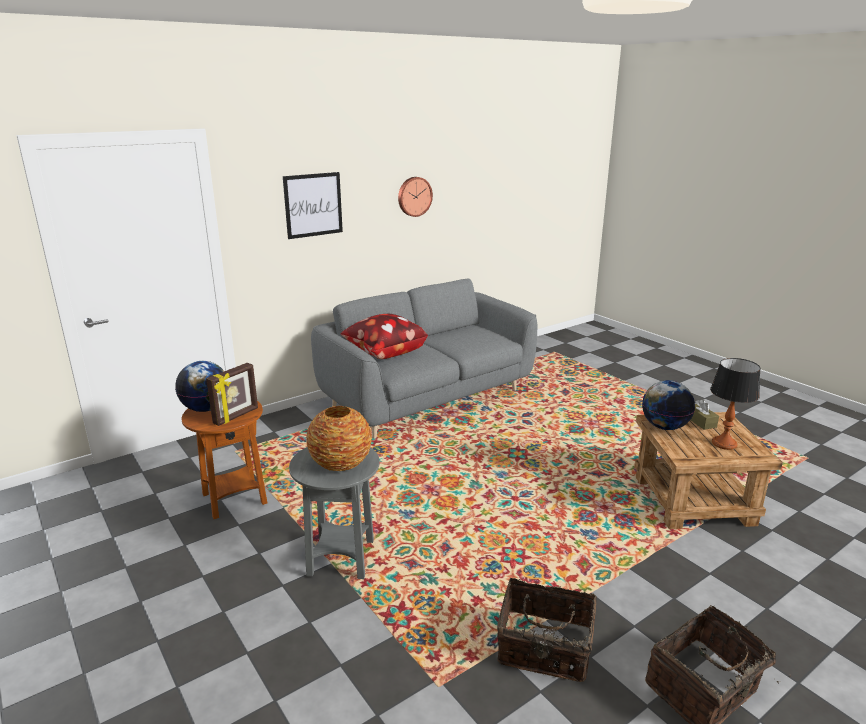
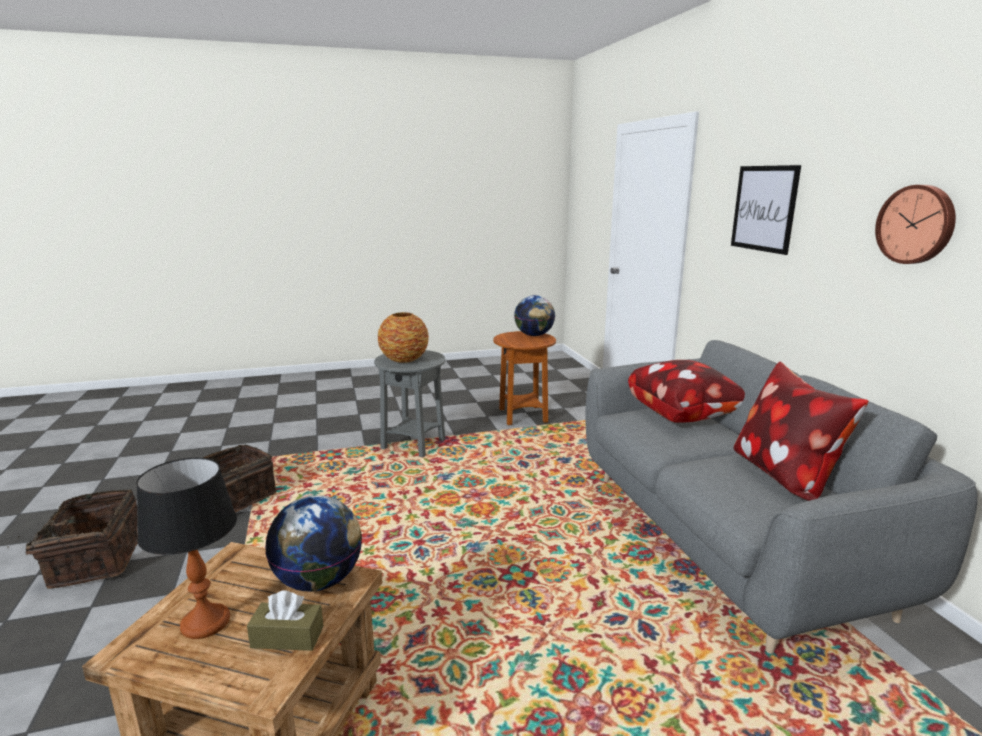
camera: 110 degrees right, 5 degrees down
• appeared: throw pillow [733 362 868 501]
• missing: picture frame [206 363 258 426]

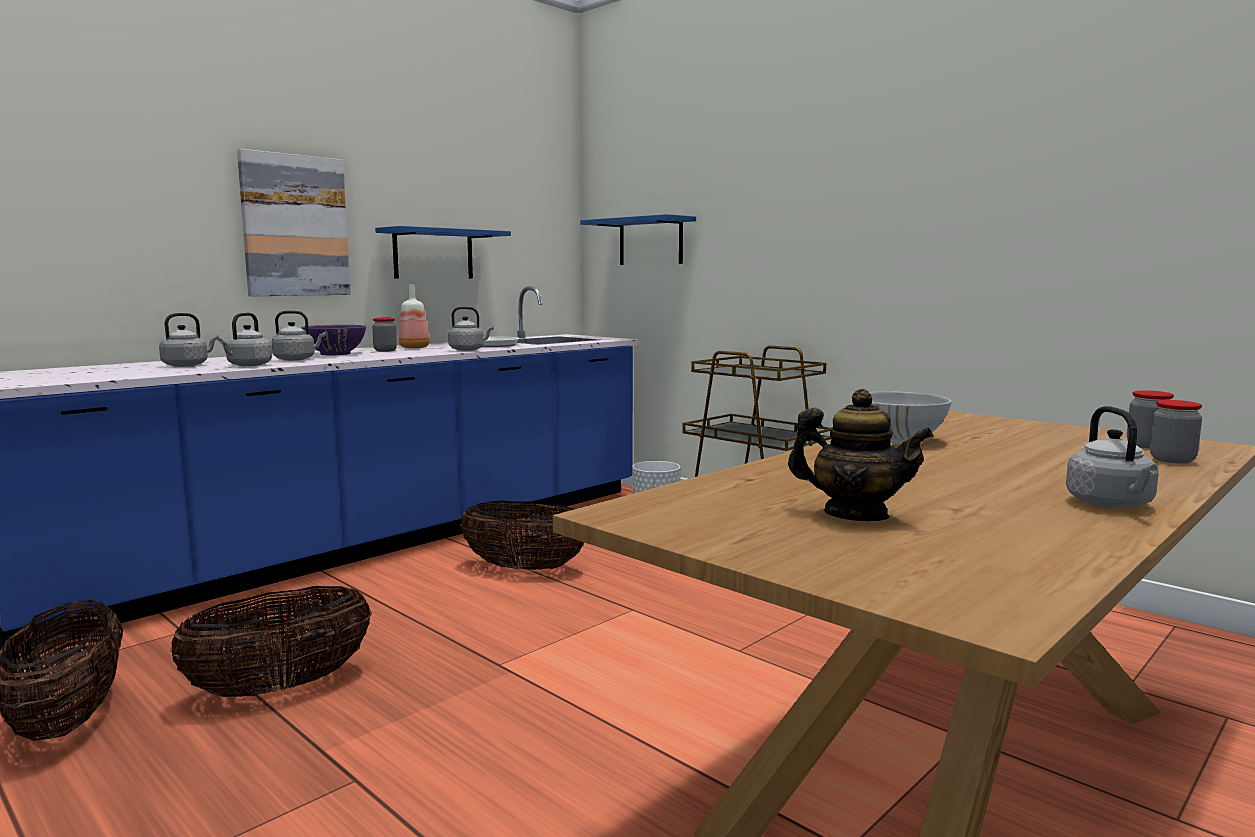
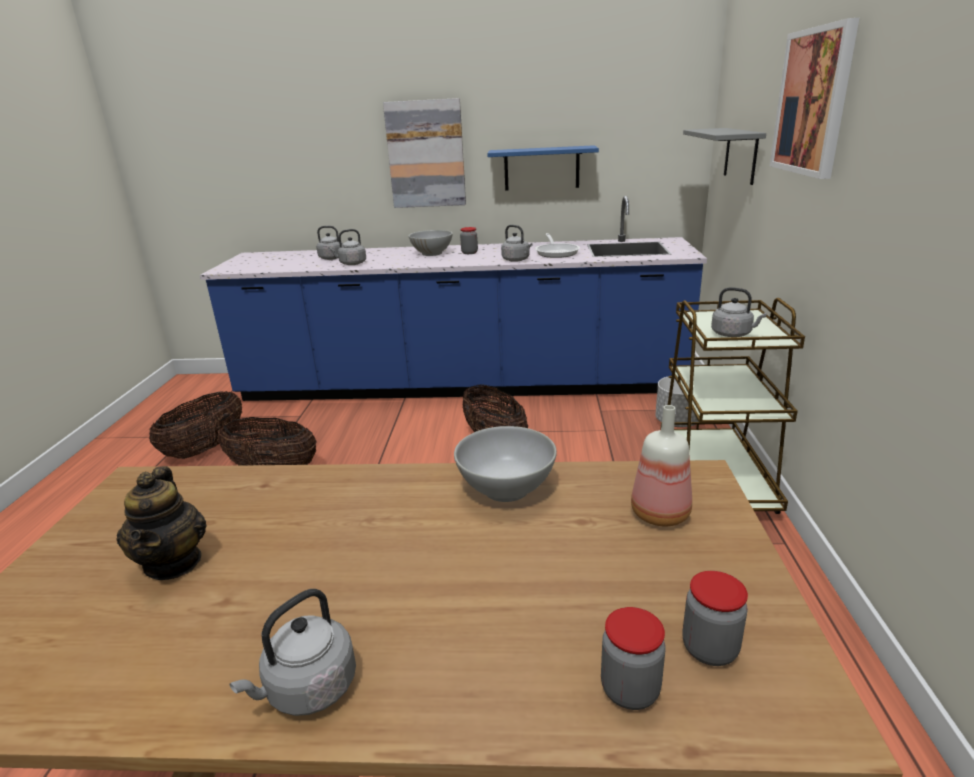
camera: 50 degrees right, 15 degrees up
• colour: serving bowl (purple-coloured) [301 325 366 355] to serving bowl (white) [409 230 453 256]
• relocated: bottle [399 285 430 348] to [631 405 692 526]
• colour: bracket shelf (bluish) [580 214 696 265] to bracket shelf (greyish) [683 128 766 185]
• relocated: tea kettle (greyish) [272 310 325 361] to [711 287 767 337]
• appeared: wall art [770 18 859 179]

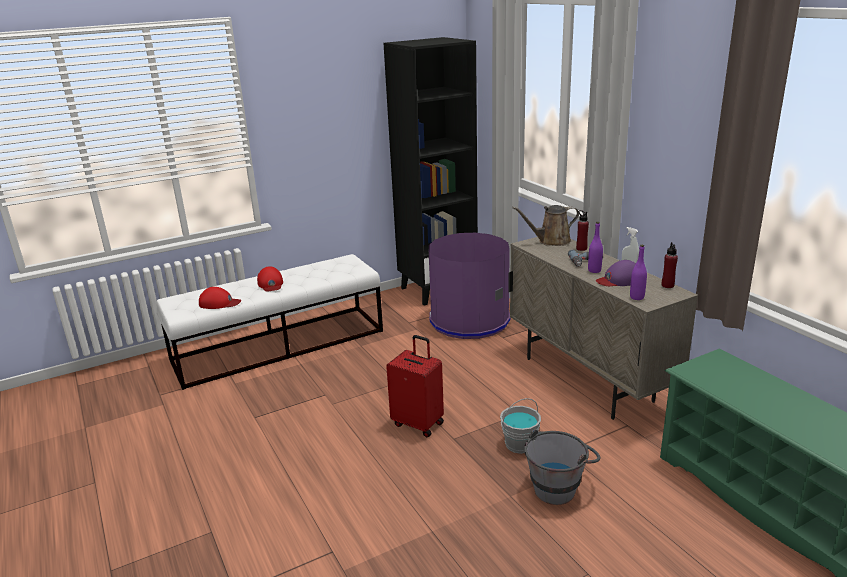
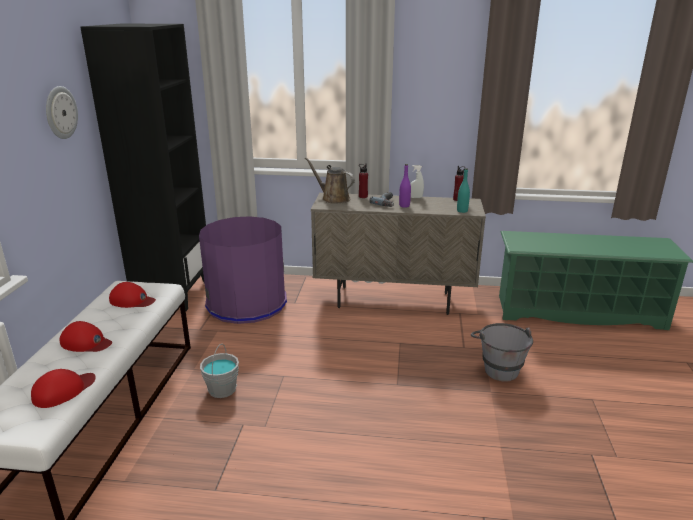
camera: 55 degrees left, 0 degrees up
• appeared: clock on the wall [46 86 78 139]
• appeared: peaked cap (reddish) [109 282 156 308]
• relocated: pail (greyish) [500 398 541 454] to [200 344 239 398]
• spun: sprinkling can (brown) [512 205 579 246] = [305 157 355 204] 105 degrees clockwise
• colour: bottle (purple-coloured) [630 245 647 300] to bottle (turquoise) [457 168 470 213]
• missing: travel case (reddish) [386 335 444 437]
• missing: peaked cap (purple-coloured) [596 260 636 286]

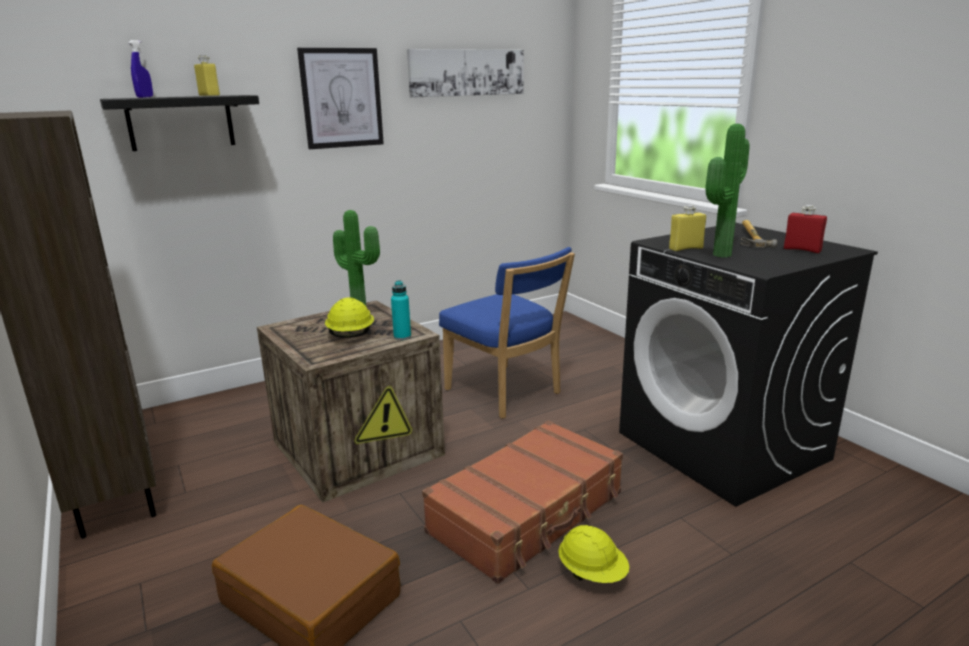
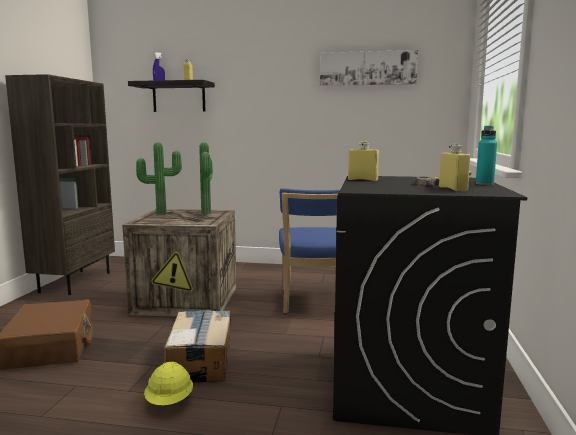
camera: 40 degrees right, 10 degrees down
• relocated: potted plant [705 124 749 257] to [136 142 182 214]
• exchanged: travel case (brown) [422 420 623 584] to packing box [164 310 231 382]
• colour: bottle (reddish) [784 205 827 253] to bottle (yellow) [439 144 470 191]
• relocated: bottle (turquoise) [391 280 411 340] to [476 126 497 185]
• missing: wall art [297 48 384 149]
• missing: hard hat (yellow) [325 298 374 338]

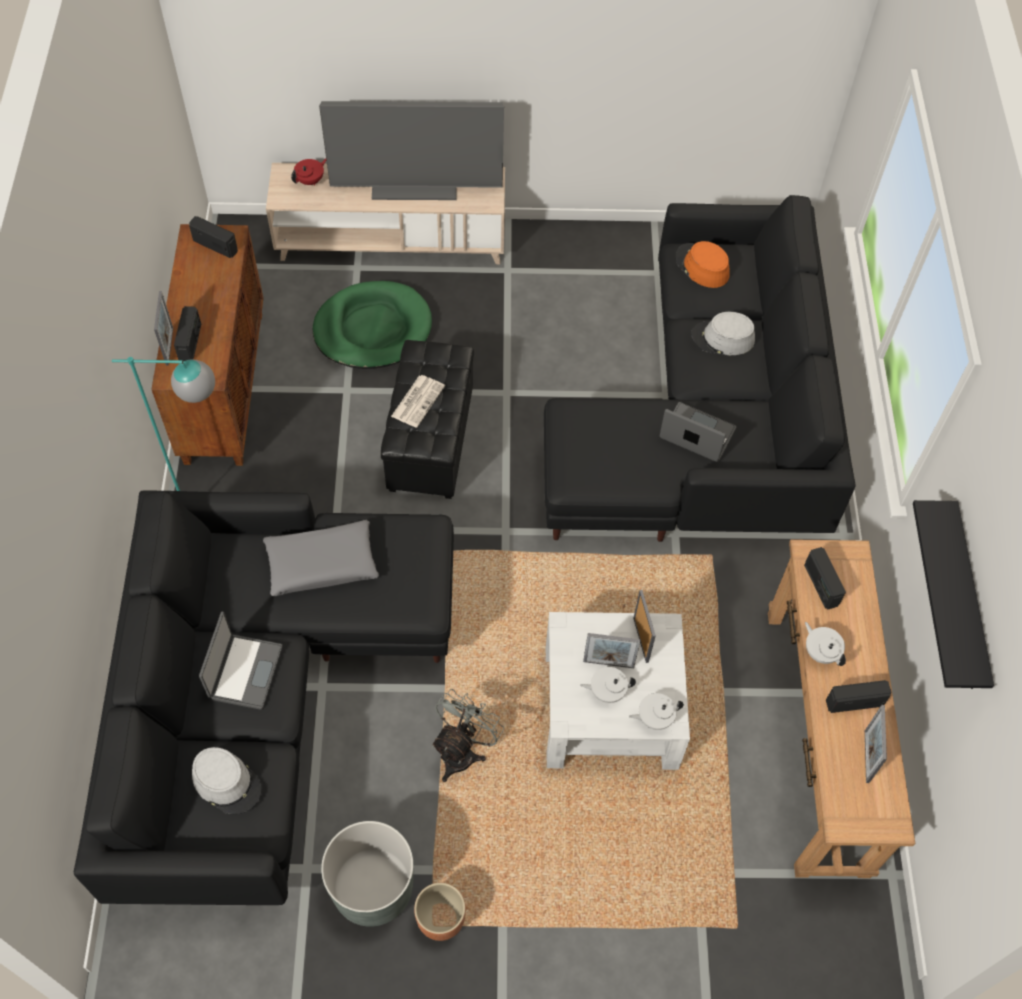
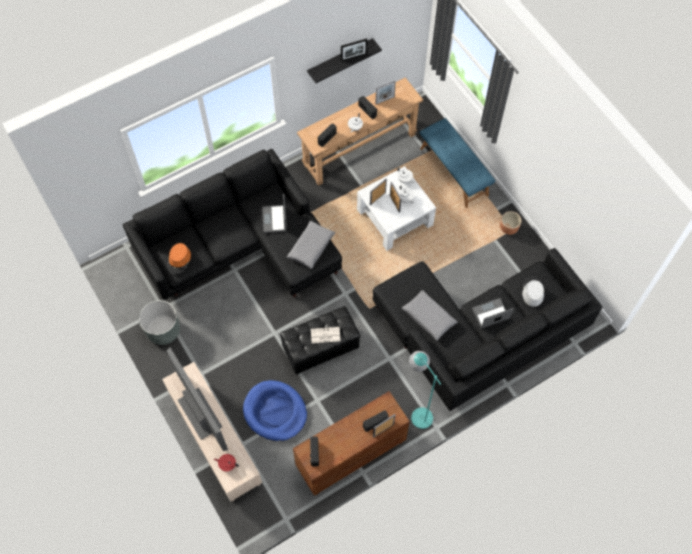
camera: 120 degrees left, 5 degrees up
• relocated: flower pot (greyish) [321 821 414 927] to [139 300 180 345]
• colour: dog cushion (green) [313 281 432 369] to dog cushion (bluish) [243 380 307 441]
• appeared: throw pillow (greyish) [287 221 335 269]
• appeared: picture frame [341 38 367 61]
• appeared: long seat (bluish) [420 118 495 208]
• missing: fan (greyish) [432 689 504 782]
• missing: wearable hat (greyish) [691 312 755 355]

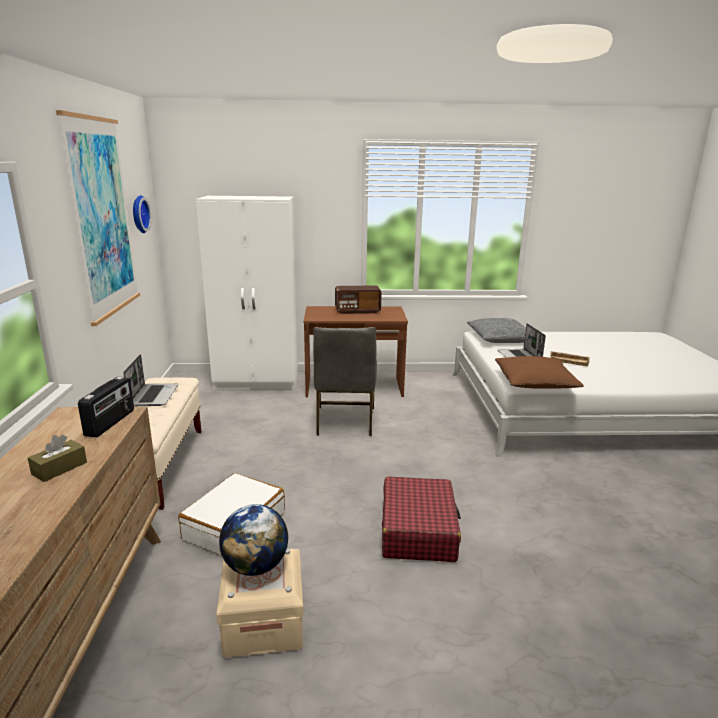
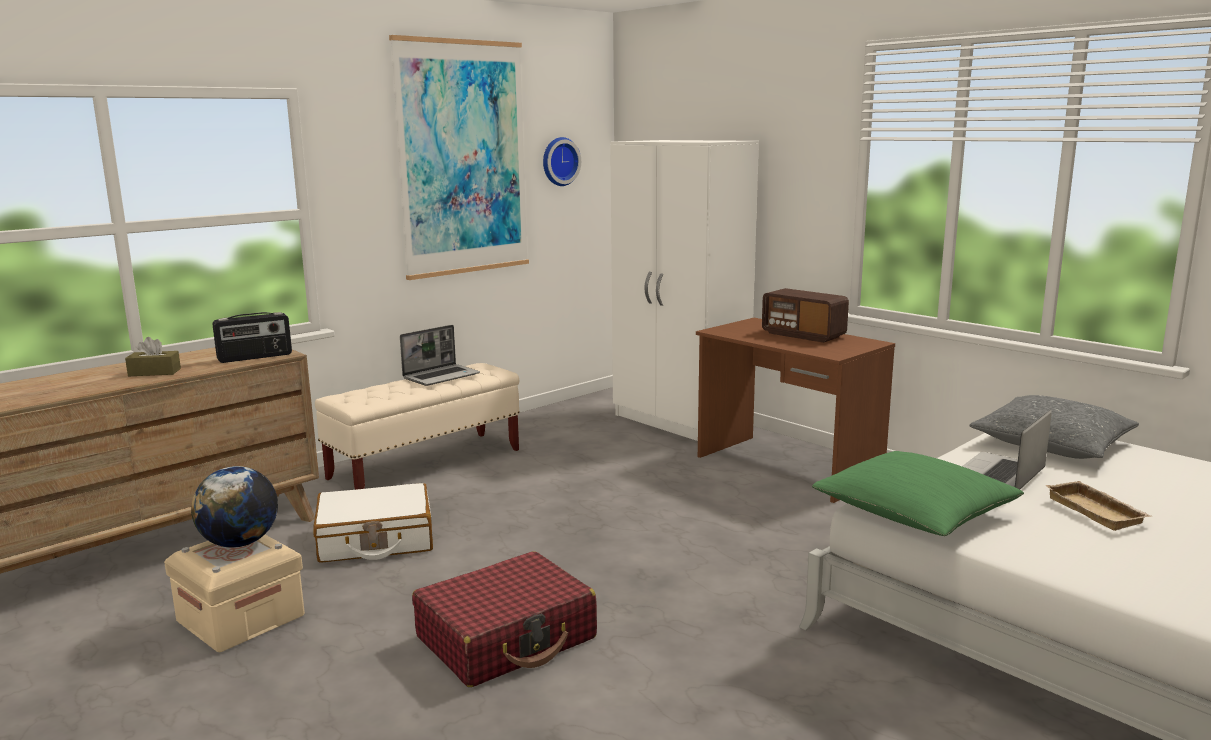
camera: 50 degrees right, 5 degrees down
• colour: throw pillow (brown) [495 356 584 389] to throw pillow (green) [812 451 1024 536]
• missing: plain chair (greyish) [313 327 377 436]

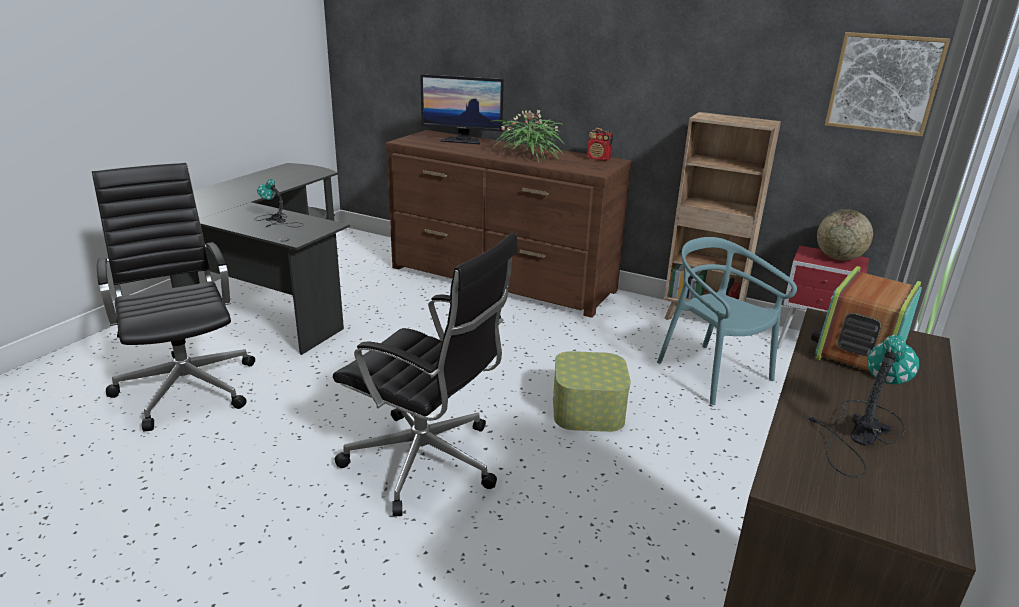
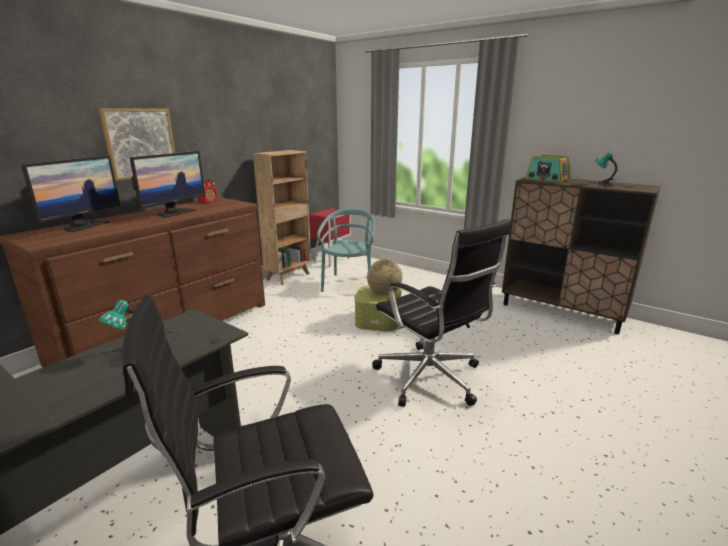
camera: 80 degrees left, 5 degrees down
• relocated: wall art [825 32 950 136] to [99 108 175 181]
• exchanged: potted plant [490 110 565 161] to computer display [130 151 205 218]
• spun: plain chair (turquoise) [657 237 797 405] = [317 208 375 292] 120 degrees clockwise
• relocated: globe [817 209 873 261] to [367 259 402 295]
• spun: desk chair (black) [333 233 518 517] = [372 219 511 407] 105 degrees clockwise

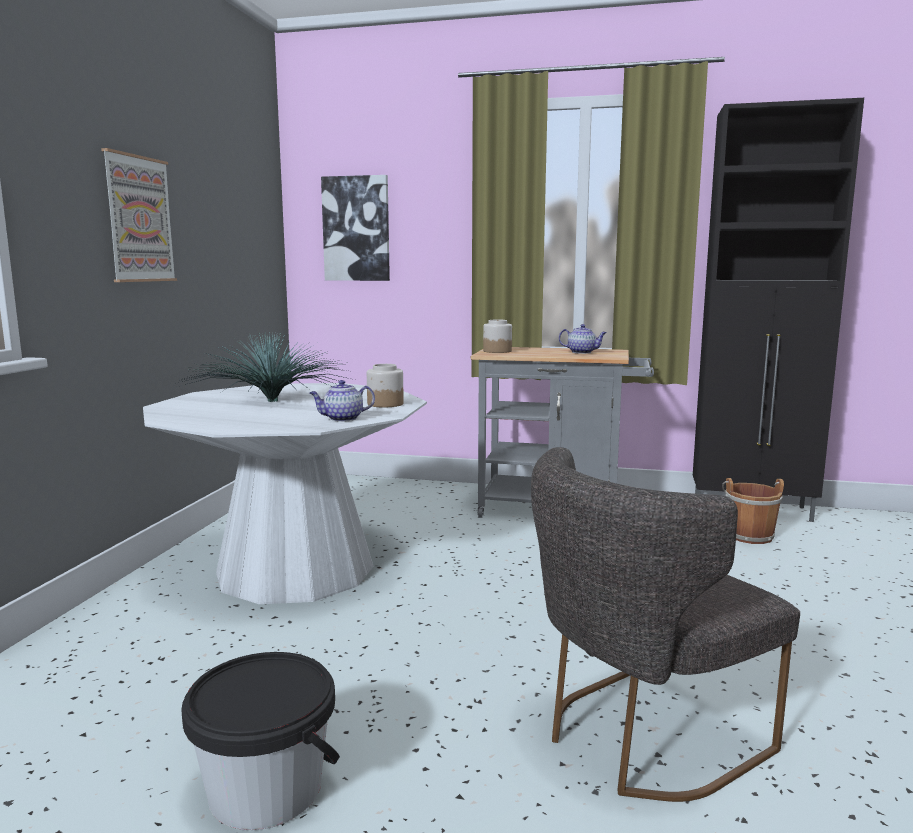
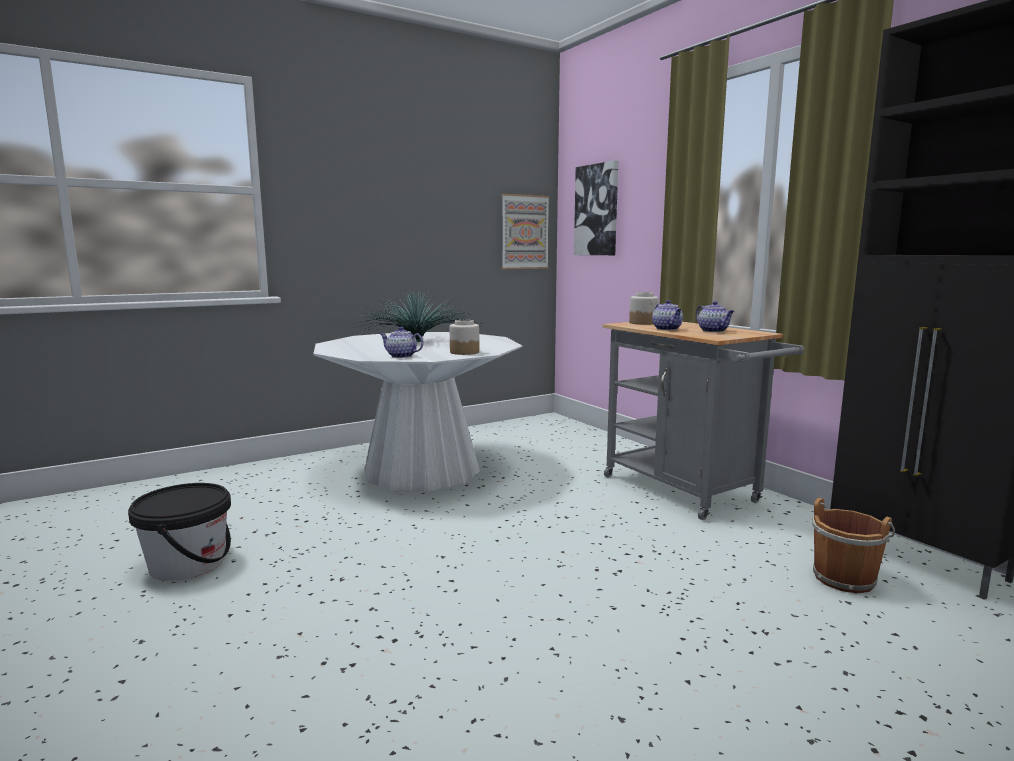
camera: 45 degrees right, 0 degrees up
• relocated: wall art [101 148 177 282] to [502 194 550 269]
• appeared: pot for tea [652 300 683 330]
• missing: plain chair (greyish) [531 447 800 802]

